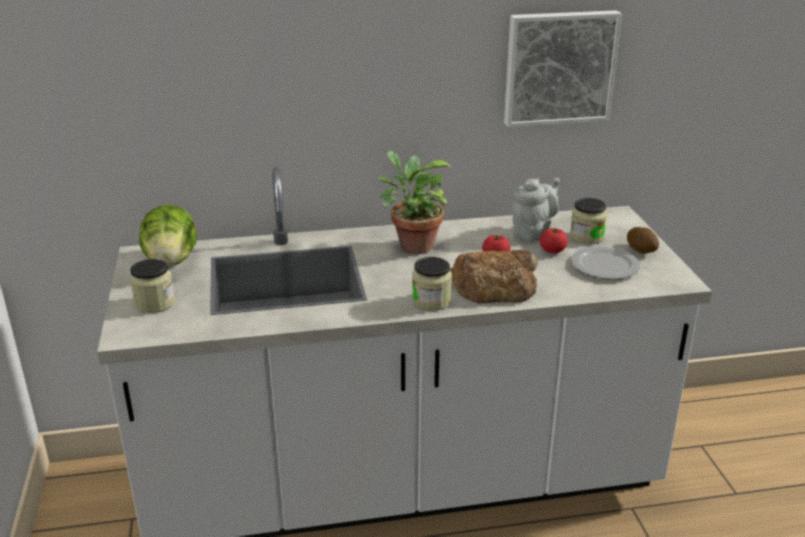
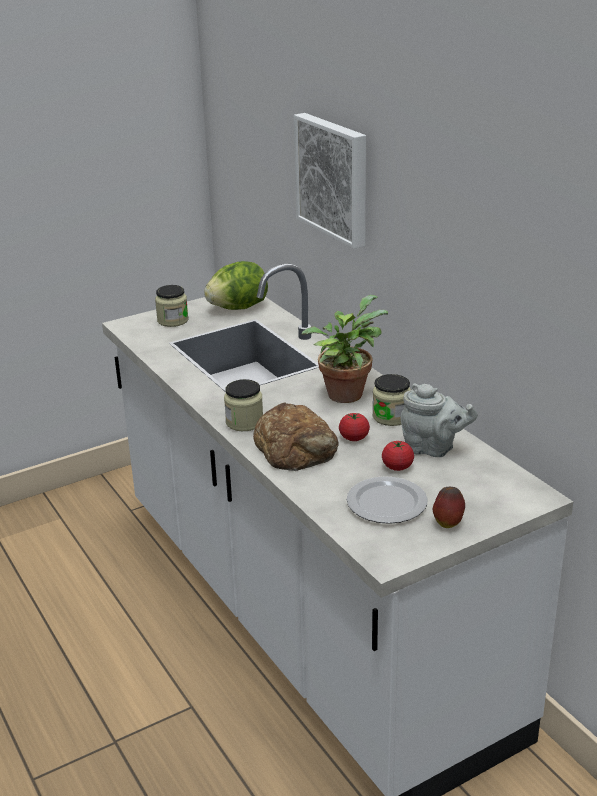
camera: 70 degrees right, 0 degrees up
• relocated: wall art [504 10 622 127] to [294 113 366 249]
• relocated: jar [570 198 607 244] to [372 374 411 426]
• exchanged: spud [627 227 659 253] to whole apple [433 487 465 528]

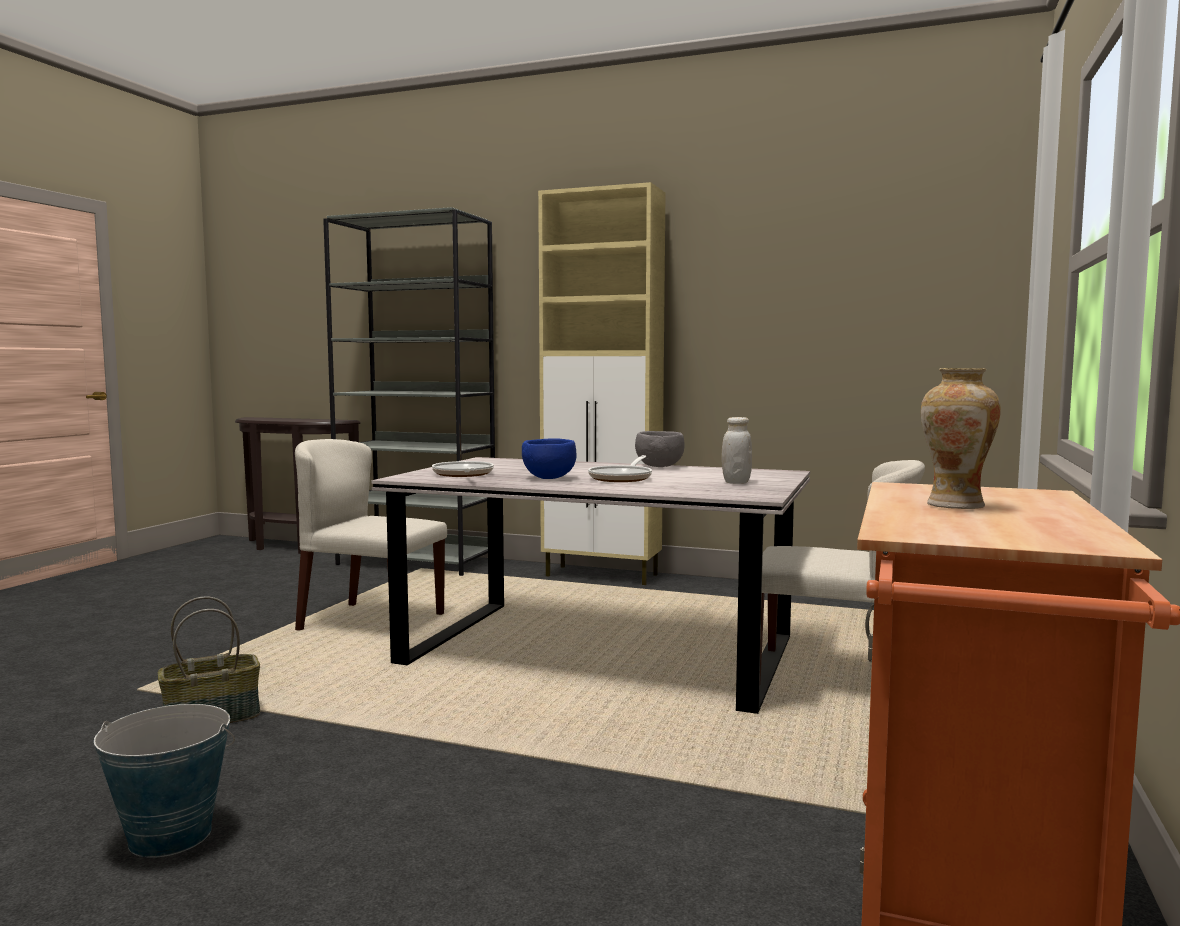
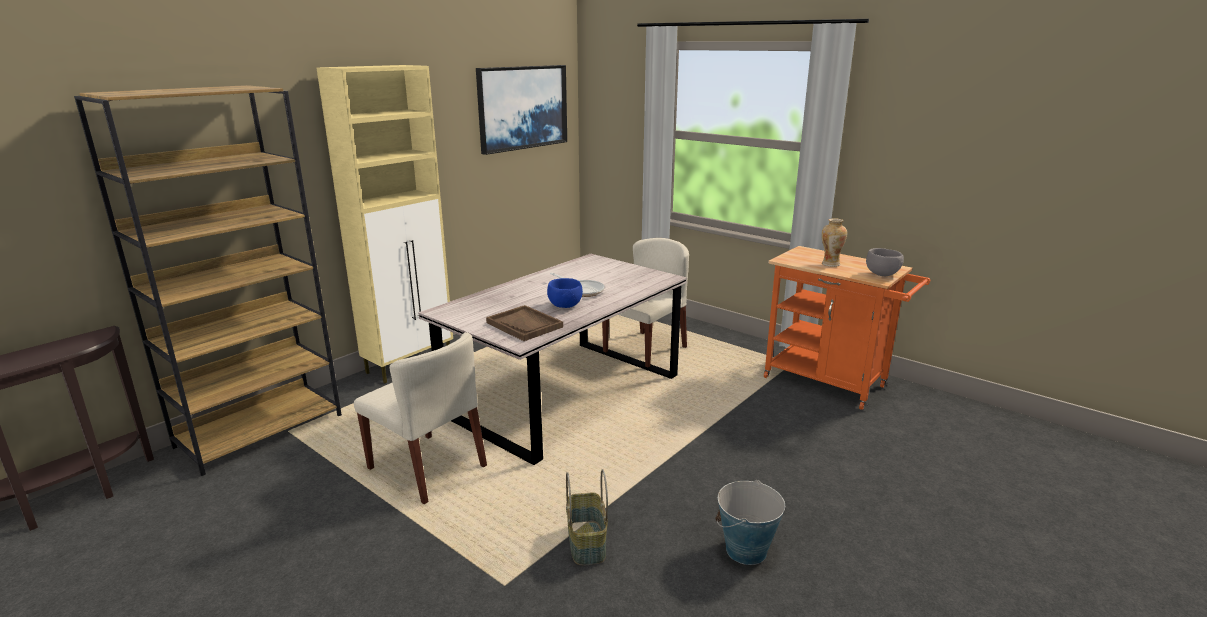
camera: 70 degrees left, 15 degrees up
• colour: bookcase (greyish) [323 207 495 576] to bookcase (brown) [74 85 342 476]
• spun: plain chair (beige) [295 439 447 631] = [354 332 487 504] 90 degrees counterclockwise
• appeared: wall art [476 65 567 155]
• exchanged: frying pan [432 461 494 477] to tray (brown) [486 305 563 341]
• relocated: serving bowl (greyish) [635 431 684 467] to [866 248 904 276]
• missing: jar (white) [721 417 752 484]

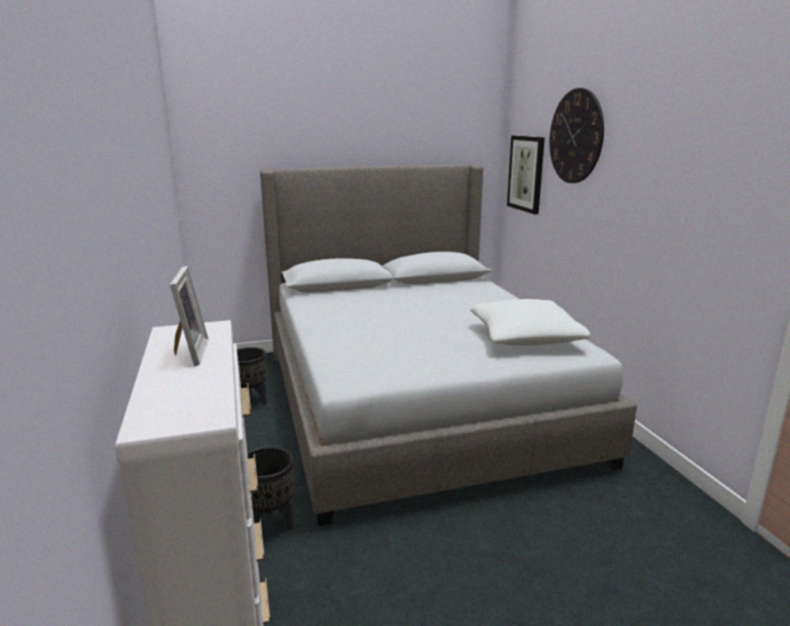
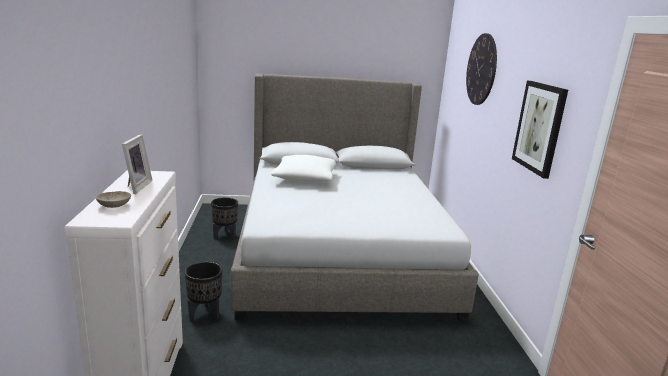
camera: 10 degrees right, 0 degrees up
• appeared: serving bowl (beige) [95 191 131 208]
• relocated: throw pillow (white) [471 299 590 346] to [271 155 336 182]
• relocated: wall art [507 136 545 214] to [512 81 568 179]

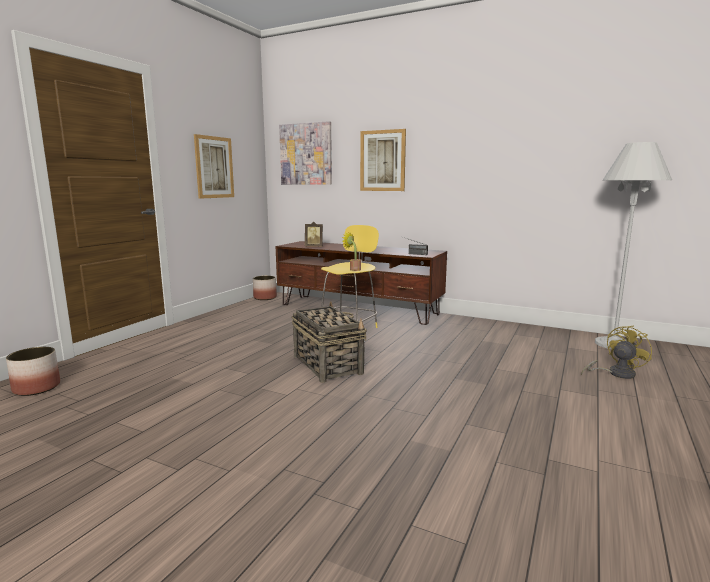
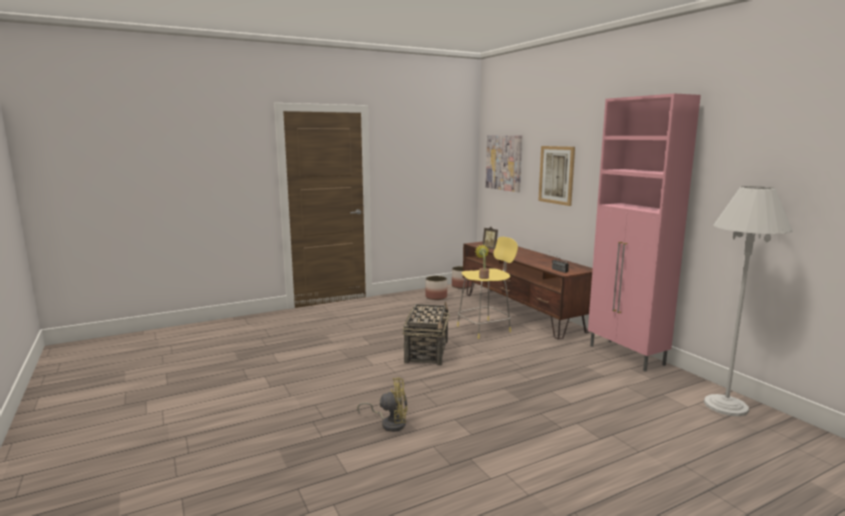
camera: 35 degrees right, 0 degrees up
• relocated: fan (yellow) [581 325 652 379] to [357 378 408 432]
• relocated: flower pot [6 347 60 396] to [425 276 447 300]
• appeared: cabinet (pinkish) [588 93 701 371]
• missing: wall art [194 134 234 199]

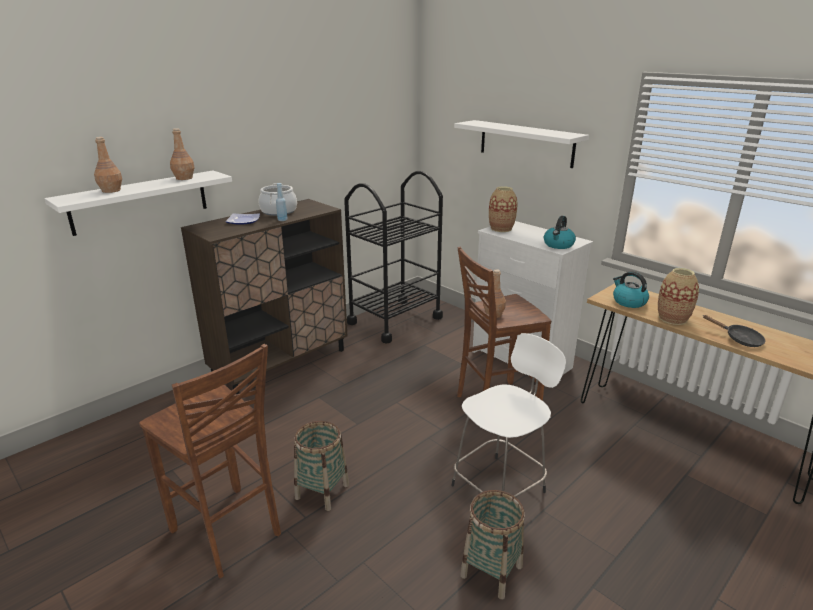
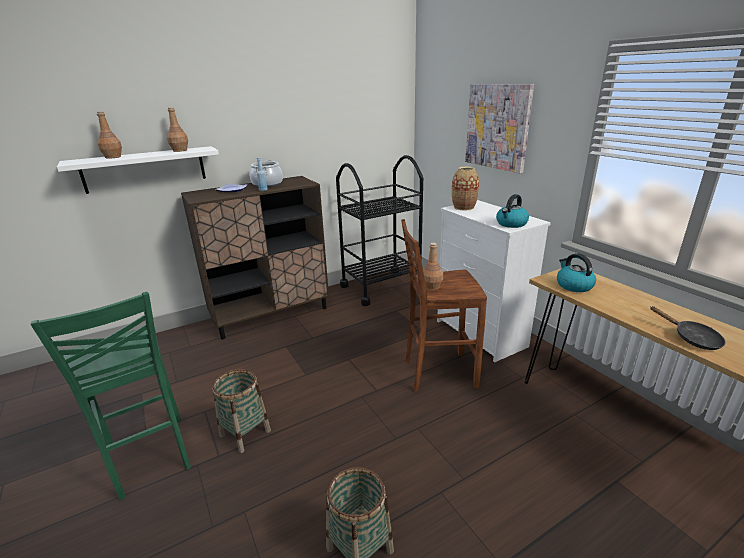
camera: 15 degrees right, 0 degrees up
• colour: sitting stool (brown) [139 344 281 578] to sitting stool (green) [30 292 191 500]
• exchanged: bracket shelf (white) [454 120 589 168] to wall art [465 84 534 173]
• missing: sitting stool (white) [451 333 566 497]
• missing: flower vase [658 268 699 325]

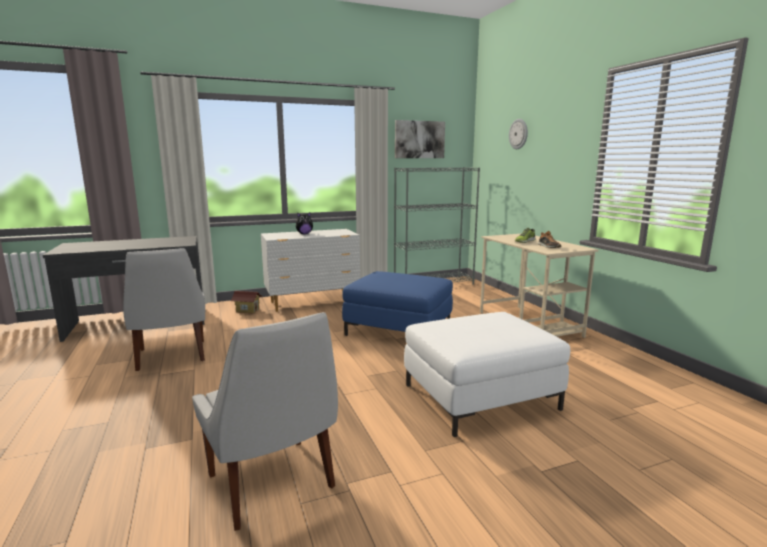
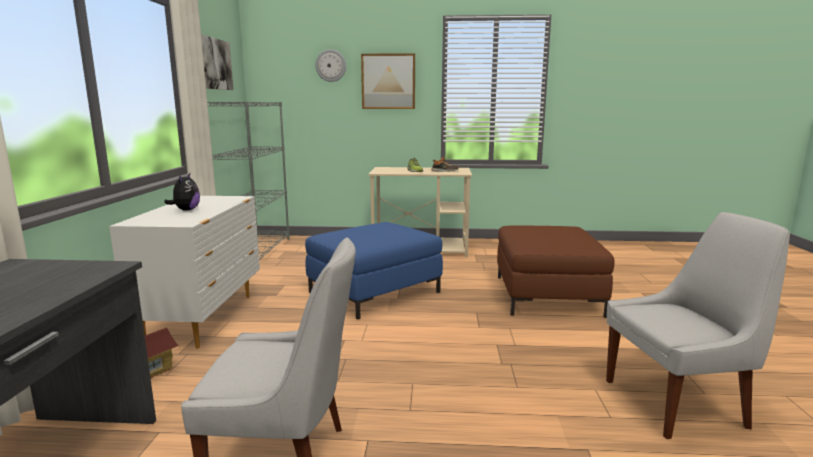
camera: 65 degrees left, 0 degrees up
• appeared: wall art [361 53 415 109]
• colour: pouffe (white) [404 312 570 437] to pouffe (brown) [497 226 615 318]

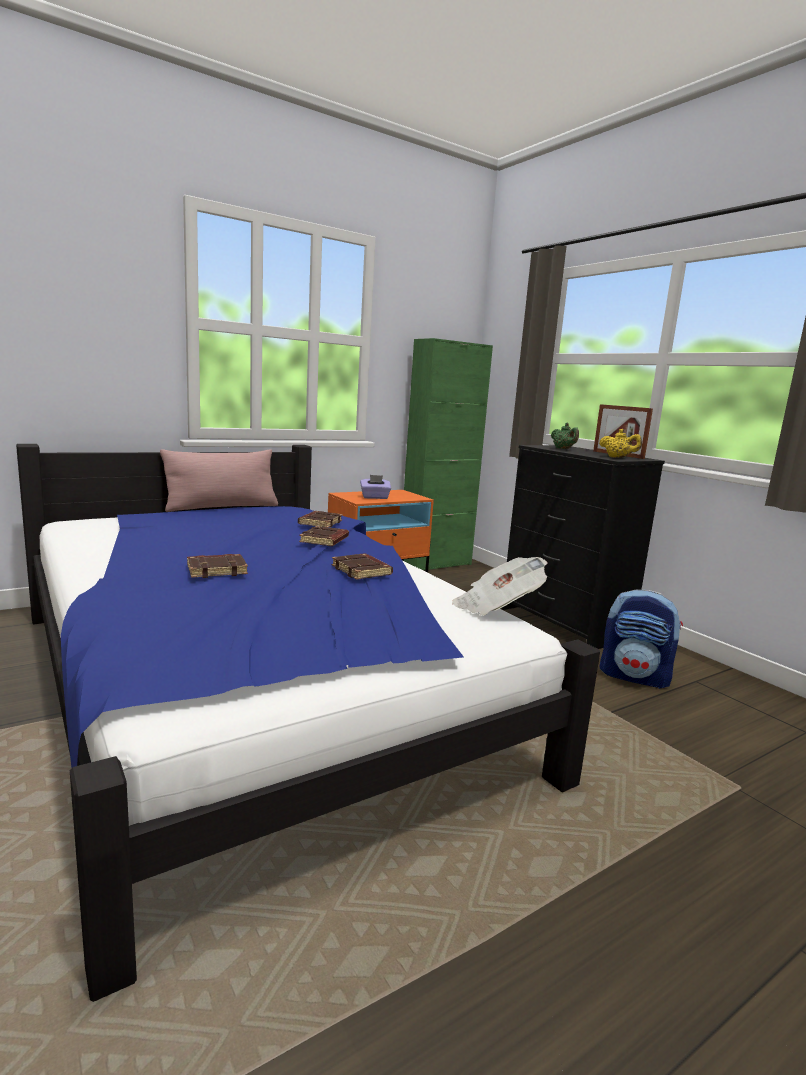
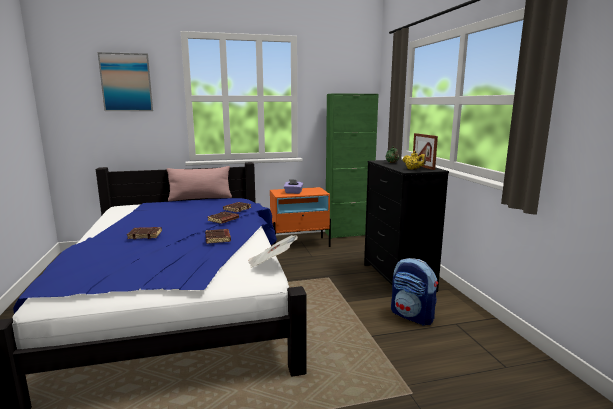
camera: 20 degrees right, 0 degrees up
• appeared: wall art [98 52 153 111]

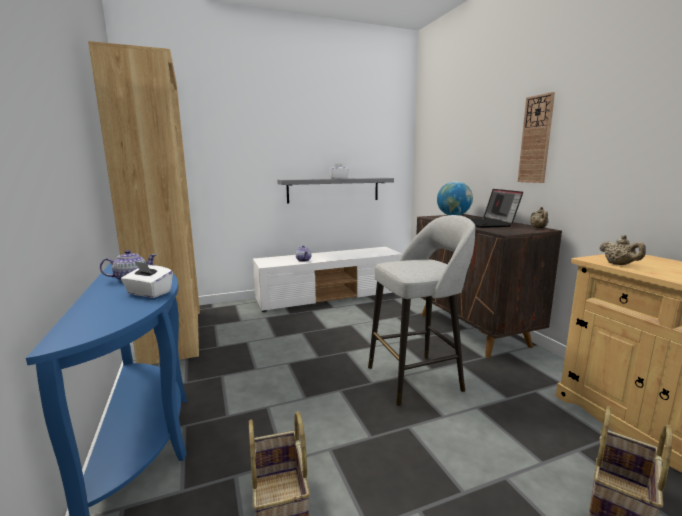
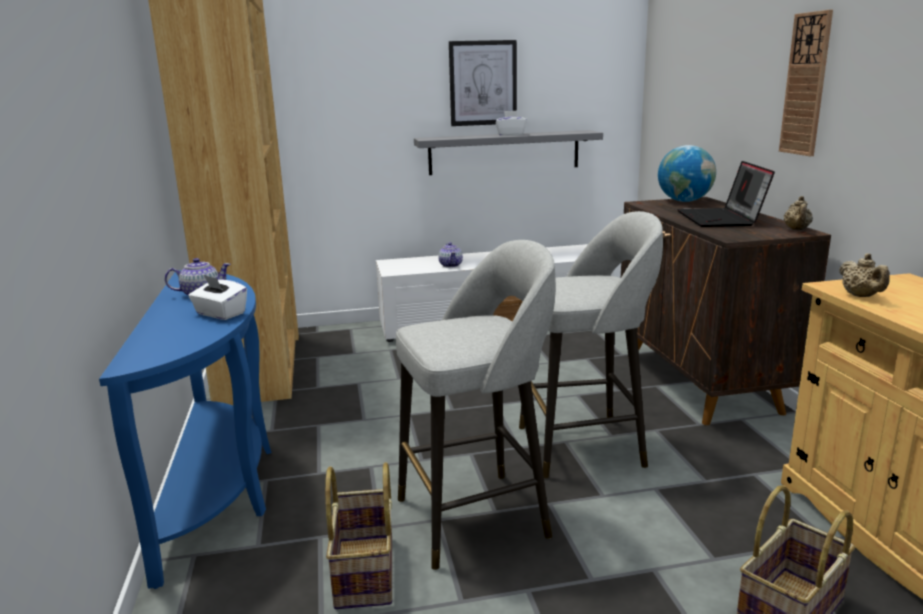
camera: 10 degrees right, 5 degrees up
• appeared: sitting stool (greyish) [396 240 556 570]
• appeared: wall art [449 40 517 126]

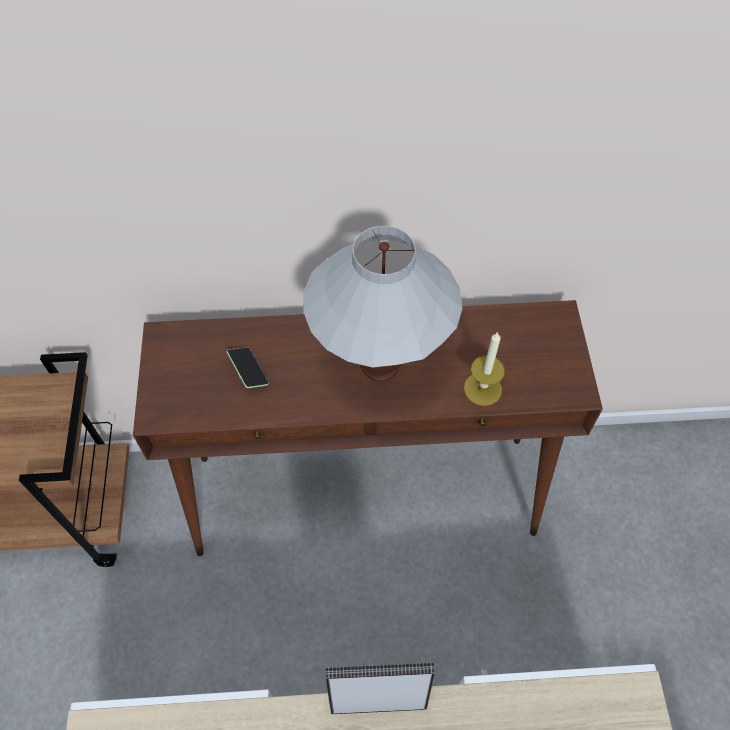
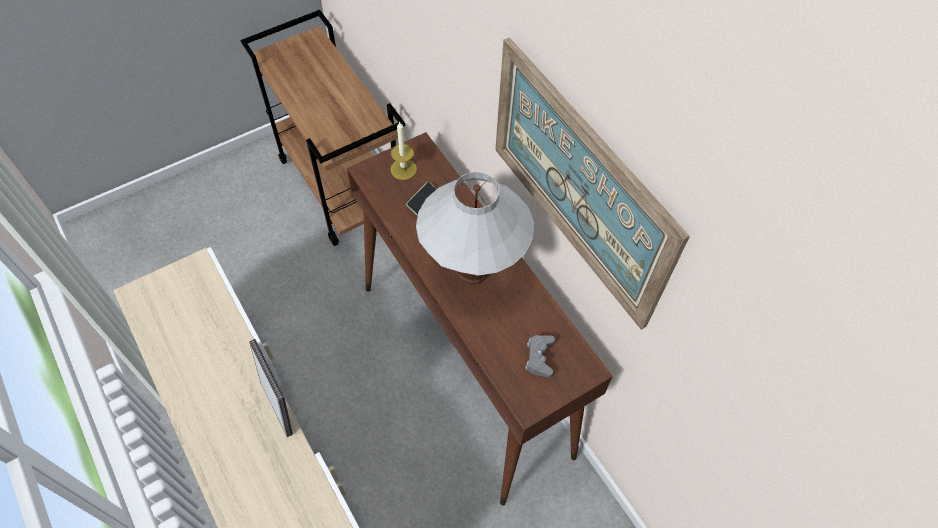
camera: 60 degrees right, 0 degrees up
• relocated: candle [464 332 505 406] to [390 121 417 180]
• appeared: wall art [495 37 690 330]
• appeared: gamepad (greyish) [525 335 555 378]

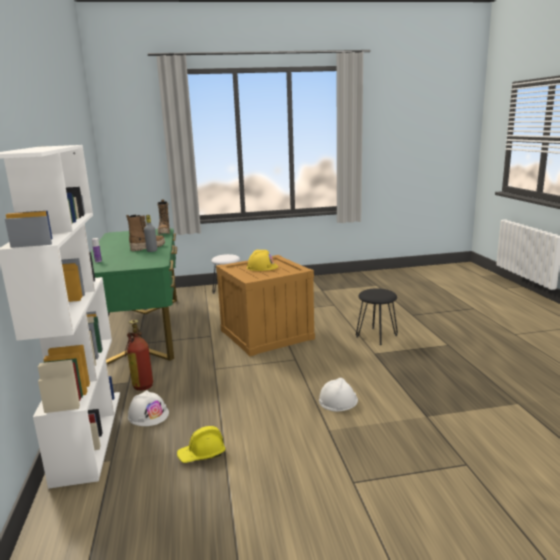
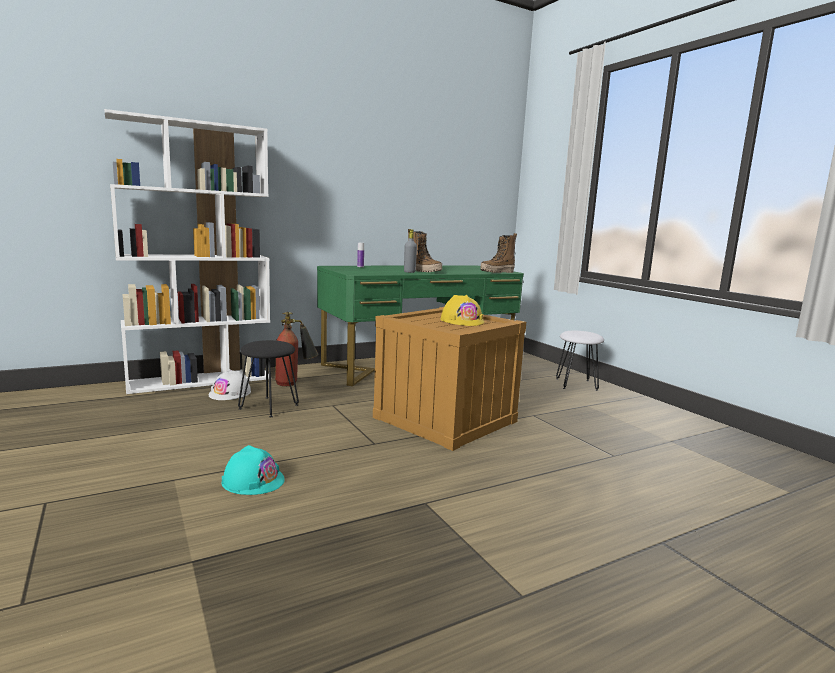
camera: 70 degrees right, 5 degrees down
• colour: hard hat (white) [319 378 358 411] to hard hat (turquoise) [221 445 285 495]
• relocated: sitting stool (black) [356 288 398 345] to [238 340 299 417]
• missing: hard hat (yellow) [177 426 226 463]

